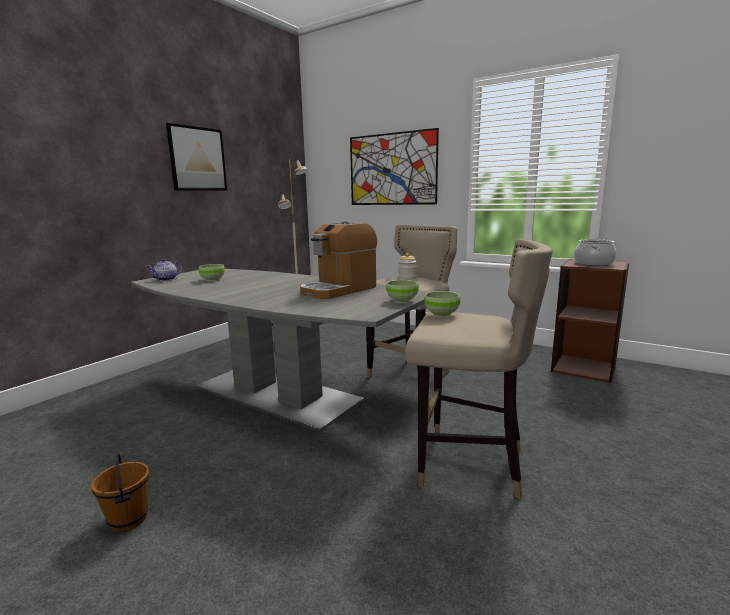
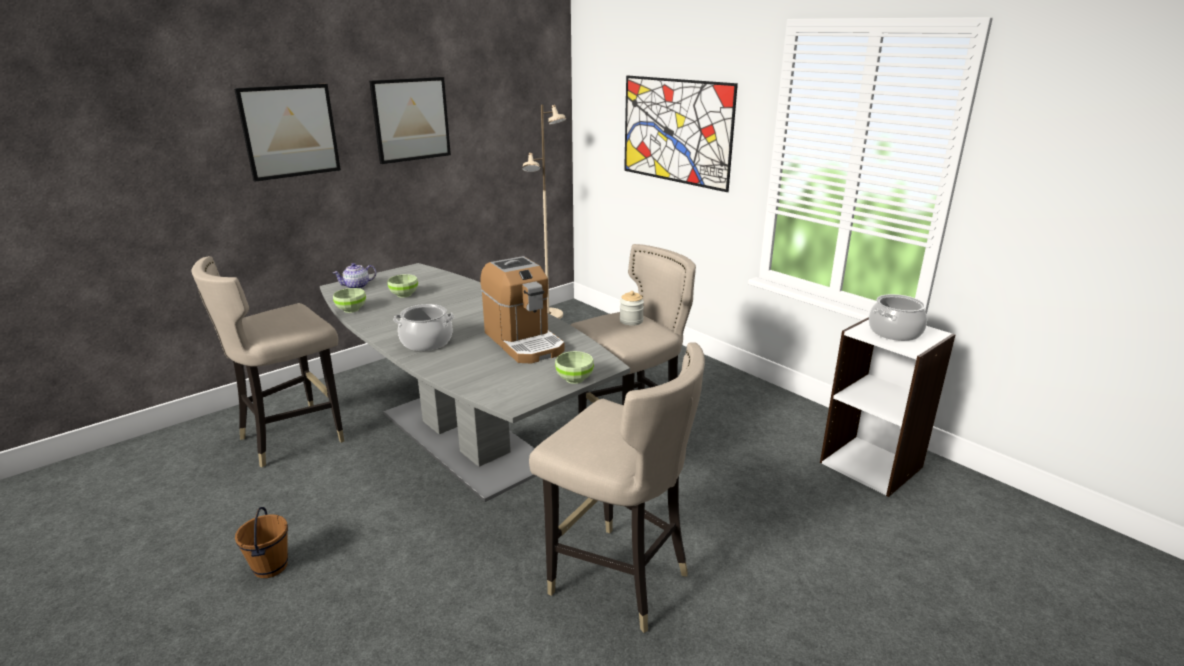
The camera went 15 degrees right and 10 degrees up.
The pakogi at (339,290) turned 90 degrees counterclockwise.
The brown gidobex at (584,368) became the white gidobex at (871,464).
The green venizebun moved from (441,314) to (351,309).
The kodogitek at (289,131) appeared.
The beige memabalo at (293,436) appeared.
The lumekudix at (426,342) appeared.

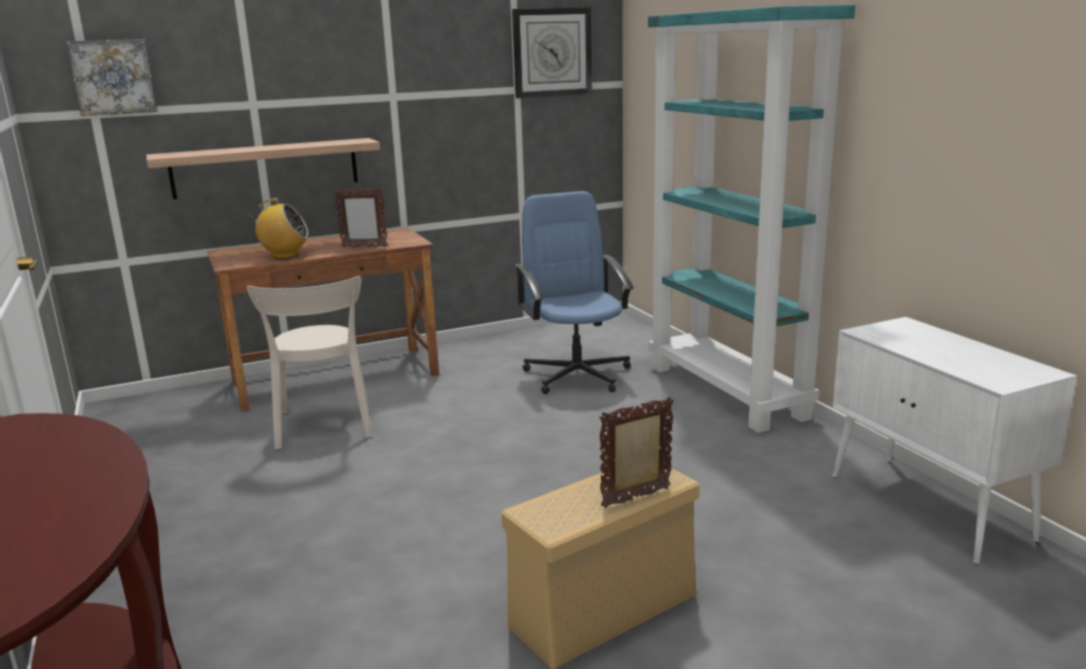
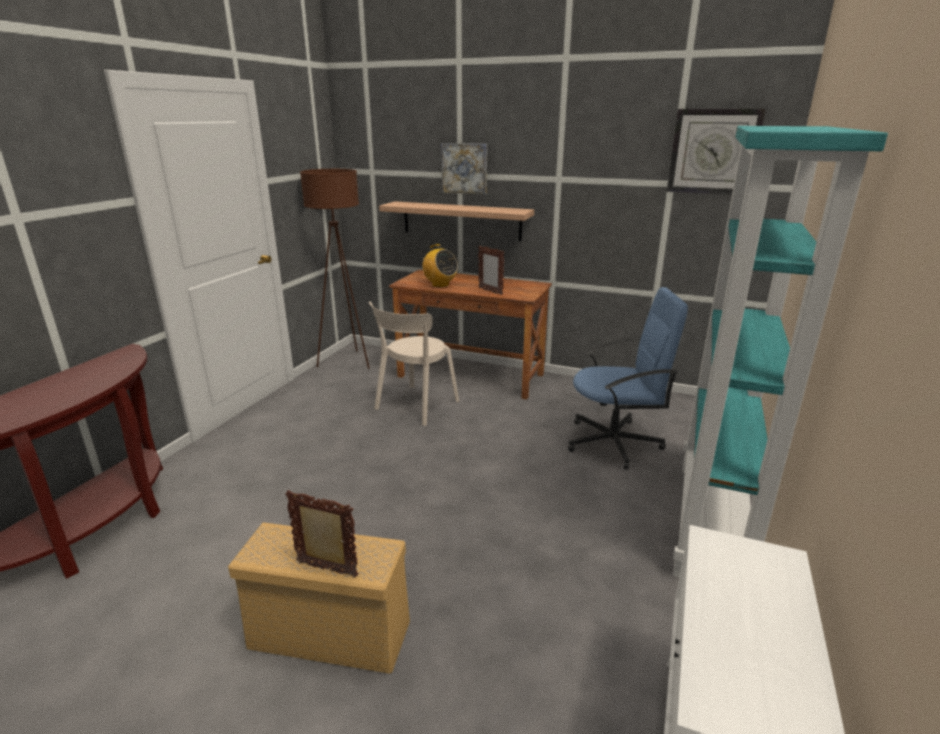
The camera went 45 degrees right and 5 degrees up.
The kodogitek moved from (113,77) to (465,168).
The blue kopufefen at (577,374) turned 60 degrees clockwise.
The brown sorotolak at (346,362) appeared.

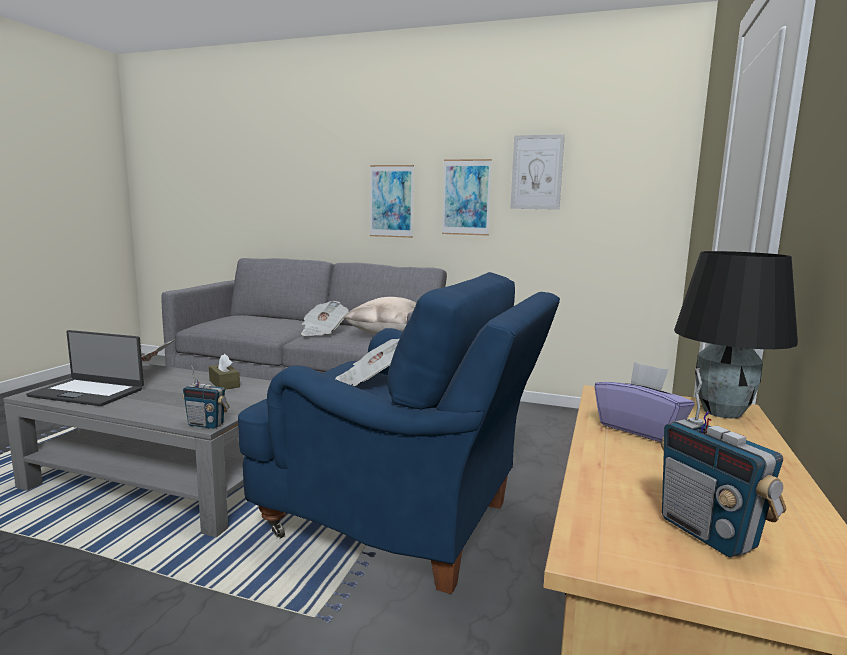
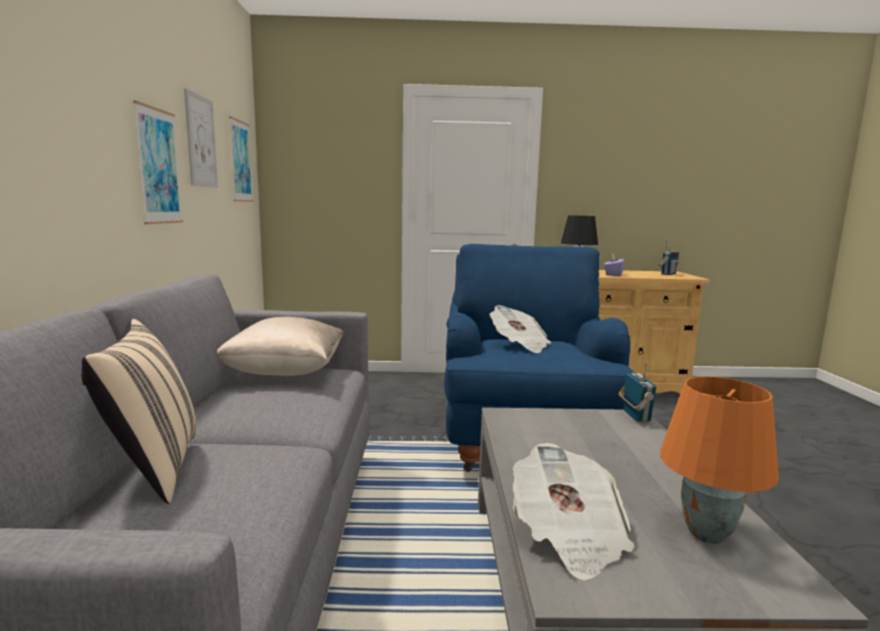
The camera went 110 degrees left and 0 degrees up.
The kodogitek moved from (391,201) to (240,161).
The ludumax at (323,332) disappeared.
The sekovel at (88,392) was replaced by the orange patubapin at (705,533).
The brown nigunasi at (224,384) disappeared.
The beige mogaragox at (152,469) appeared.

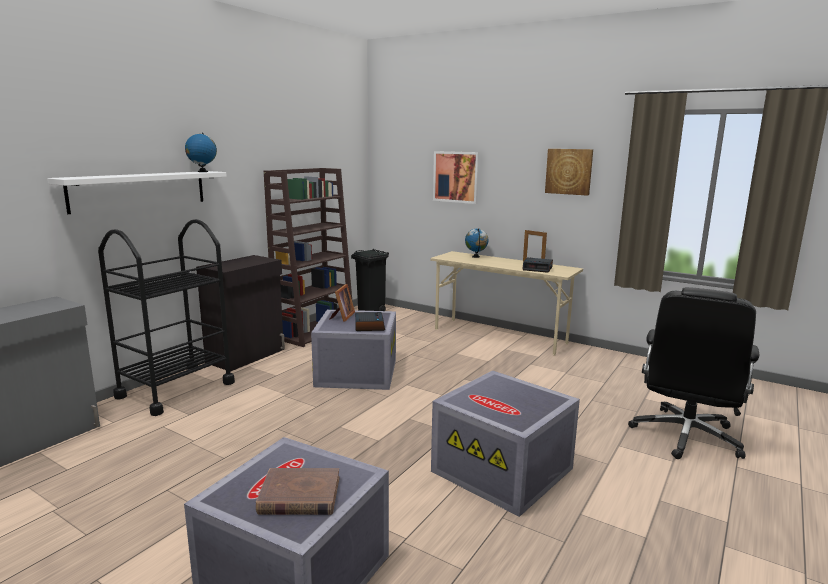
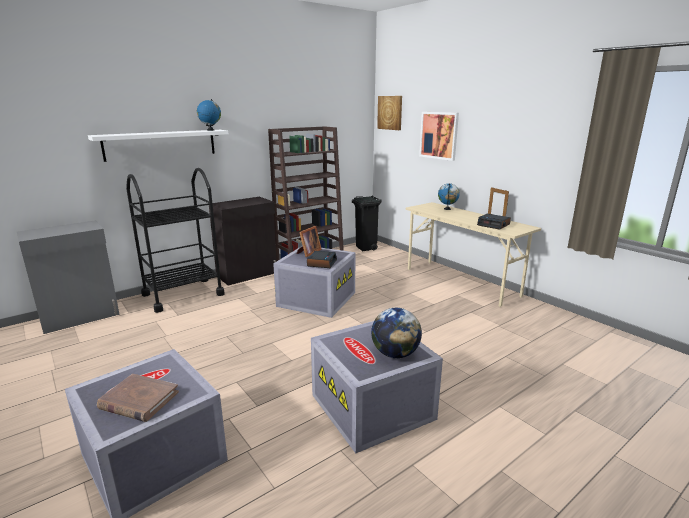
The camera went 20 degrees right and 5 degrees up.
The kodogitek moved from (569,171) to (390,112).
The black kopufefen at (686,436) disappeared.
The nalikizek at (395,354) appeared.

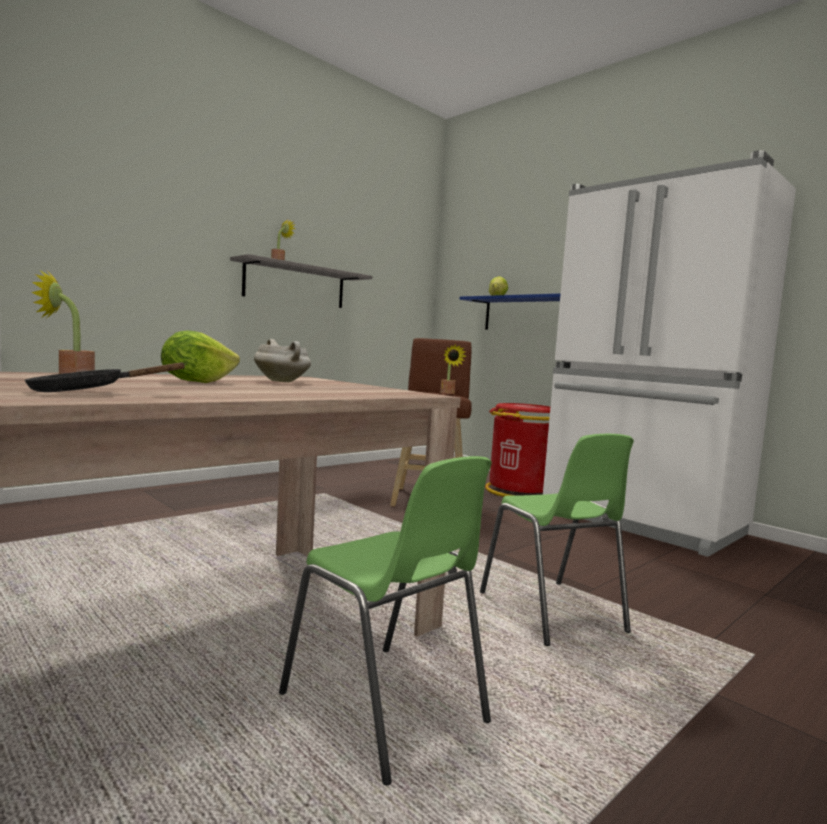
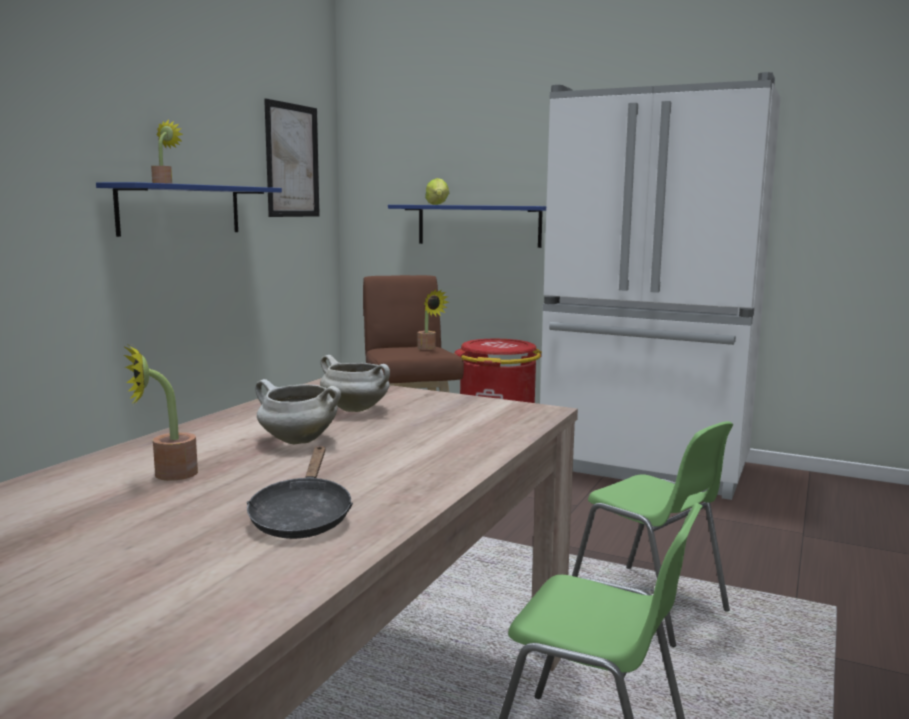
The camera went 20 degrees left and 5 degrees up.
The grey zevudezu at (295,285) became the blue zevudezu at (180,209).
The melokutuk at (197,382) was replaced by the white lumekudix at (296,441).
The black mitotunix at (87,392) turned 45 degrees counterclockwise.
The kodogitek at (292,160) appeared.

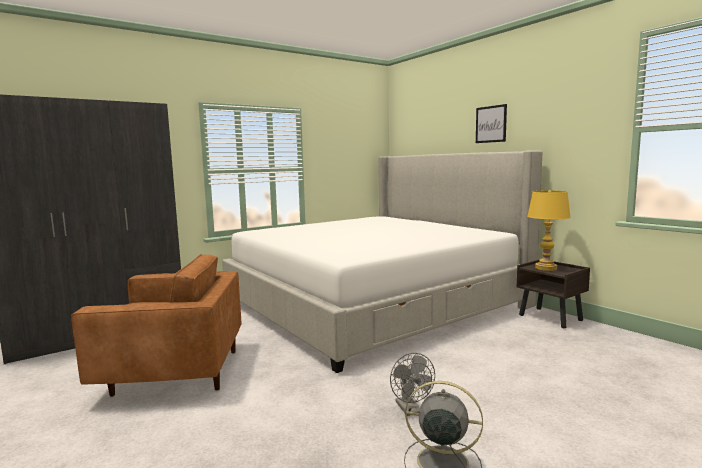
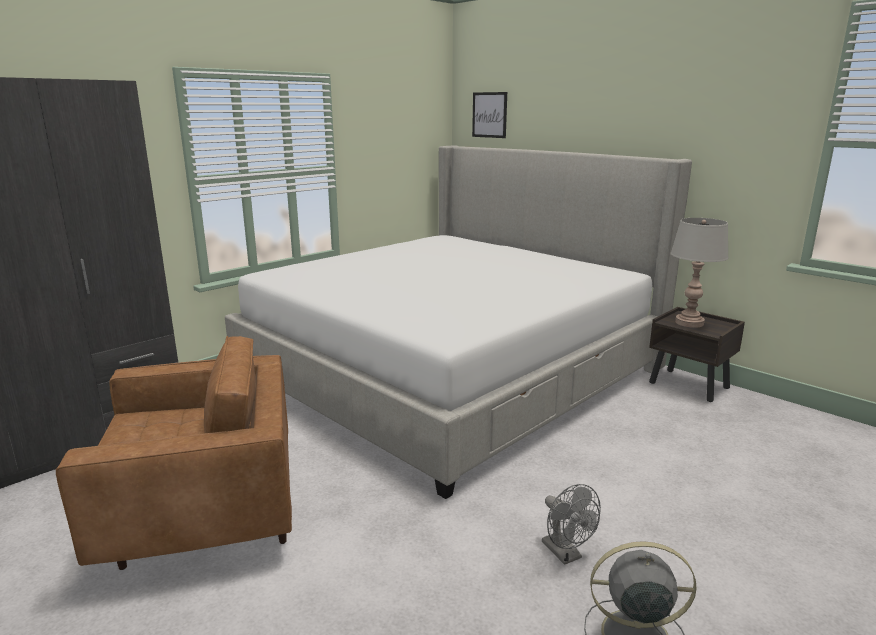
The camera went 10 degrees left and 10 degrees up.
The kodogitek moved from (491,124) to (489,115).
The yellow patubapin at (546,268) became the grey patubapin at (689,323).

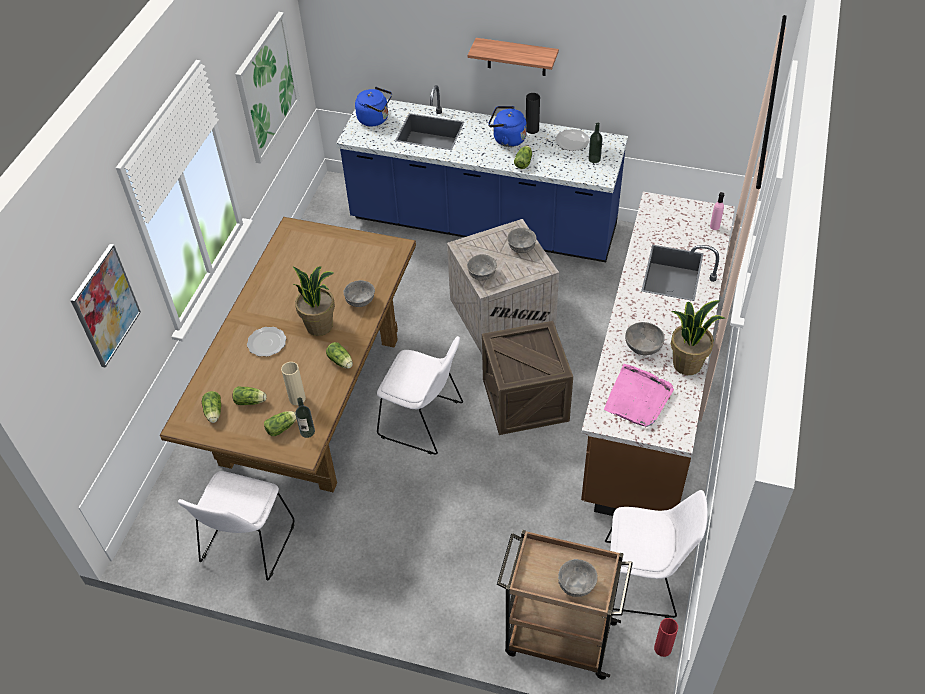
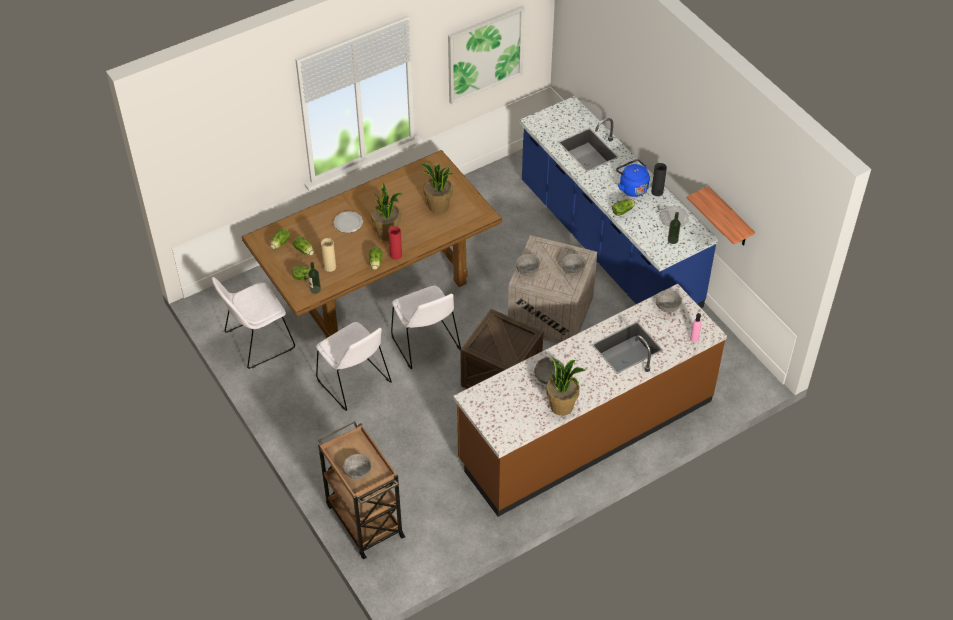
The camera went 40 degrees right and 0 degrees up.
The zevudezu moved from (516,57) to (729,218).
The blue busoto at (375,119) disappeared.
The kodogitek at (105,306) disappeared.
The grey venizebun moved from (360,301) to (667,307).
The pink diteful at (638,398) disappeared.
The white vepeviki moved from (644,579) to (355,383).
The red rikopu moved from (662,648) to (396,255).
The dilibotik at (438,207) appeared.

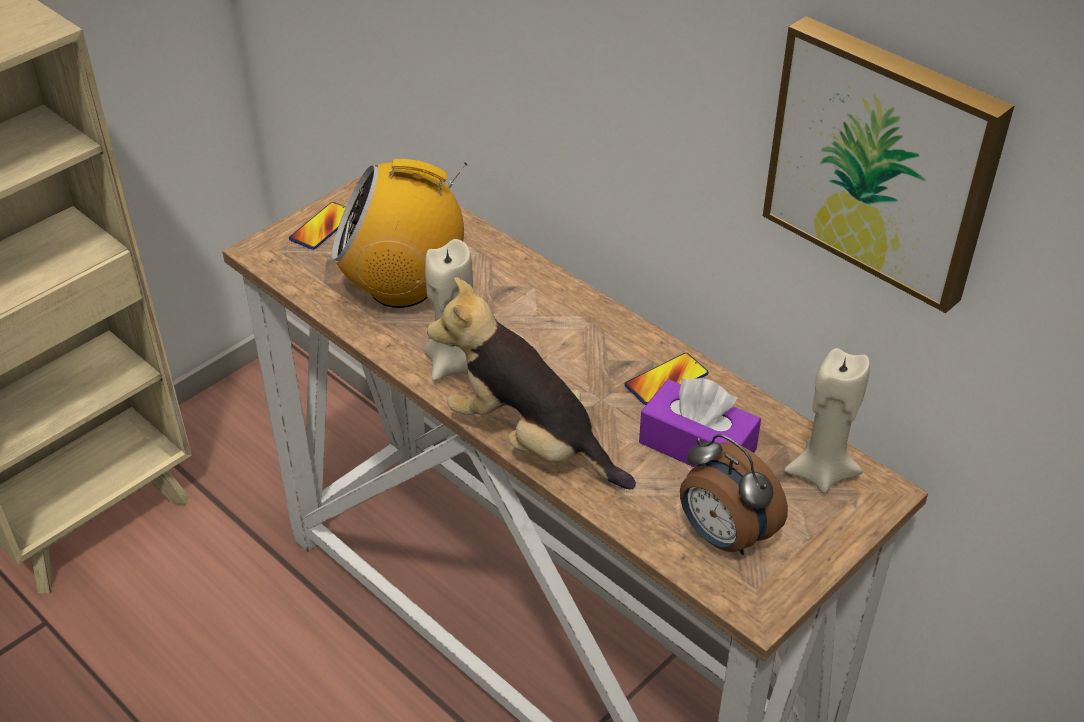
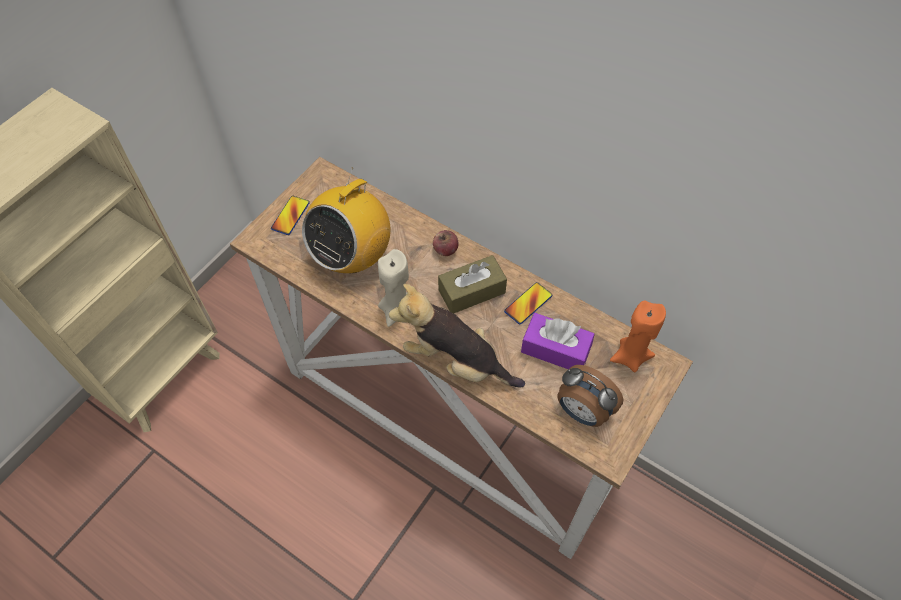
The camera went 10 degrees left and 15 degrees up.
The kodogitek at (884,160) disappeared.
The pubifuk at (402,287) turned 45 degrees counterclockwise.
The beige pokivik at (821,472) became the orange pokivik at (630,357).
The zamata at (445,250) appeared.
The brown nigunasi at (471,291) appeared.

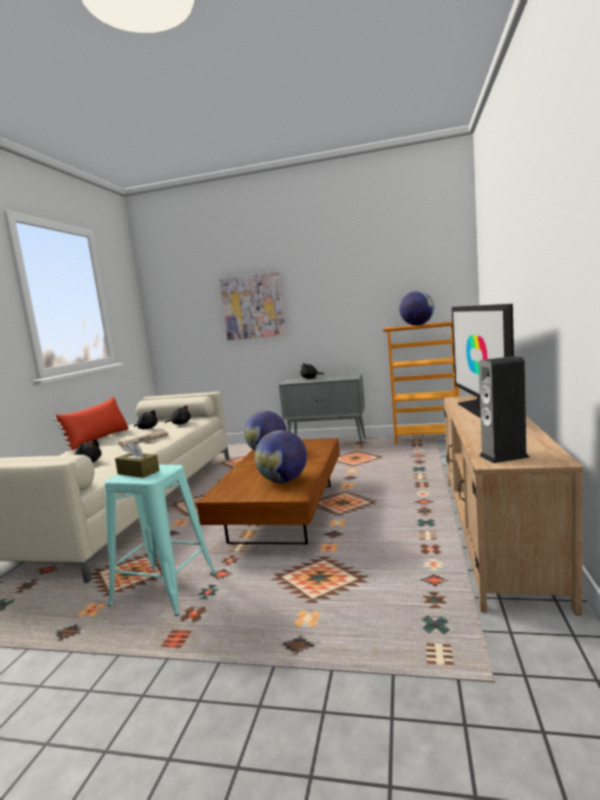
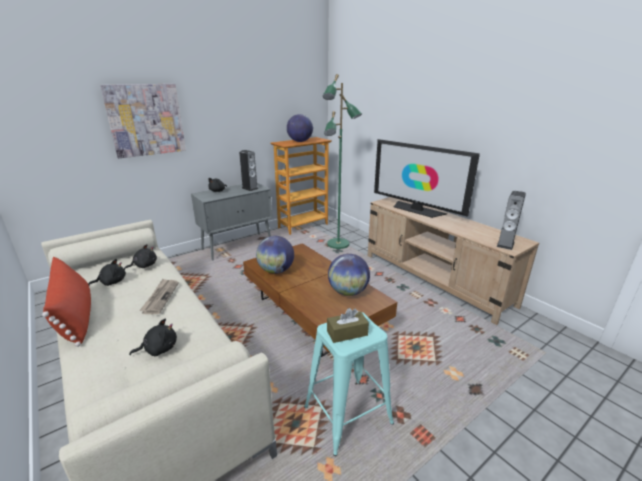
The camera went 50 degrees left and 15 degrees up.
The green sorotolak at (338,245) appeared.
The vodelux at (249,188) appeared.

